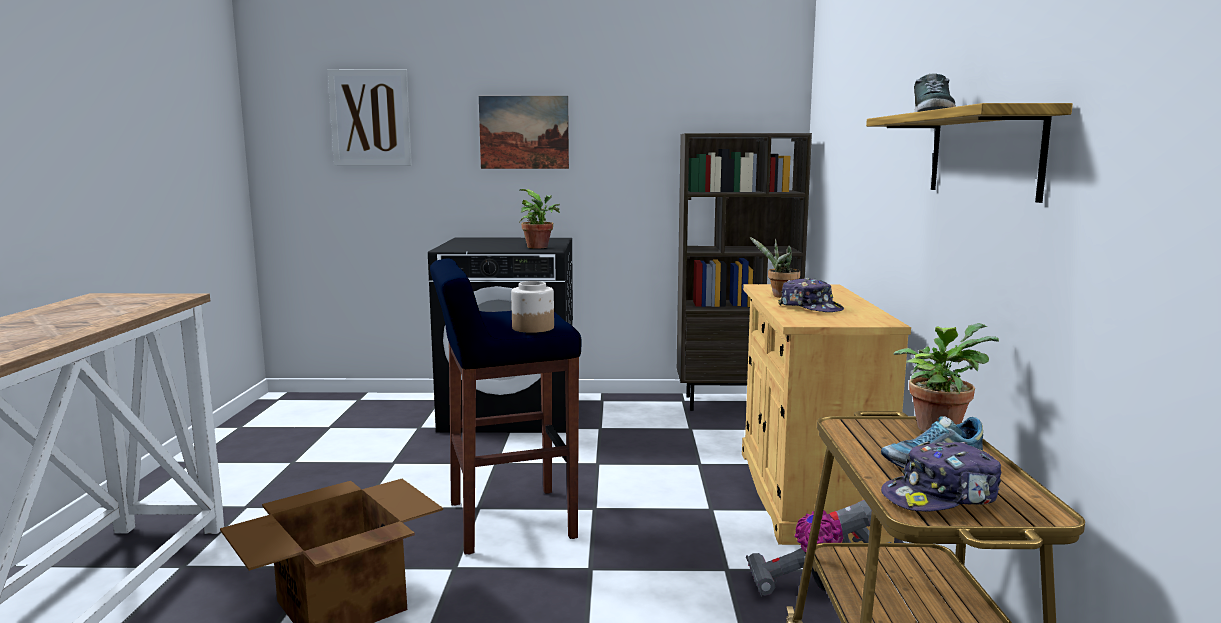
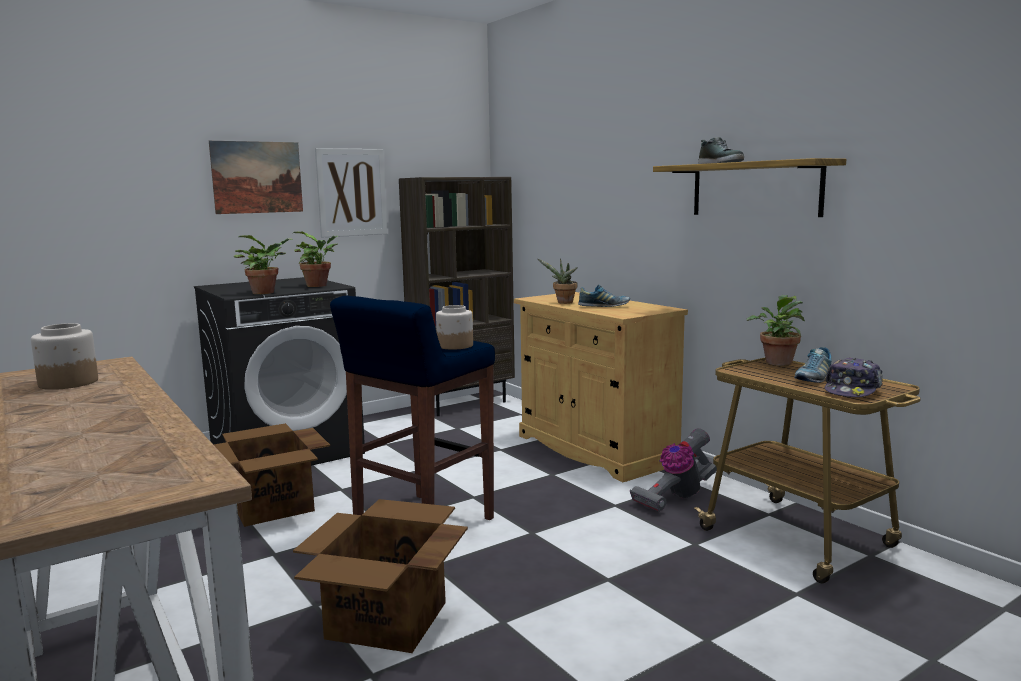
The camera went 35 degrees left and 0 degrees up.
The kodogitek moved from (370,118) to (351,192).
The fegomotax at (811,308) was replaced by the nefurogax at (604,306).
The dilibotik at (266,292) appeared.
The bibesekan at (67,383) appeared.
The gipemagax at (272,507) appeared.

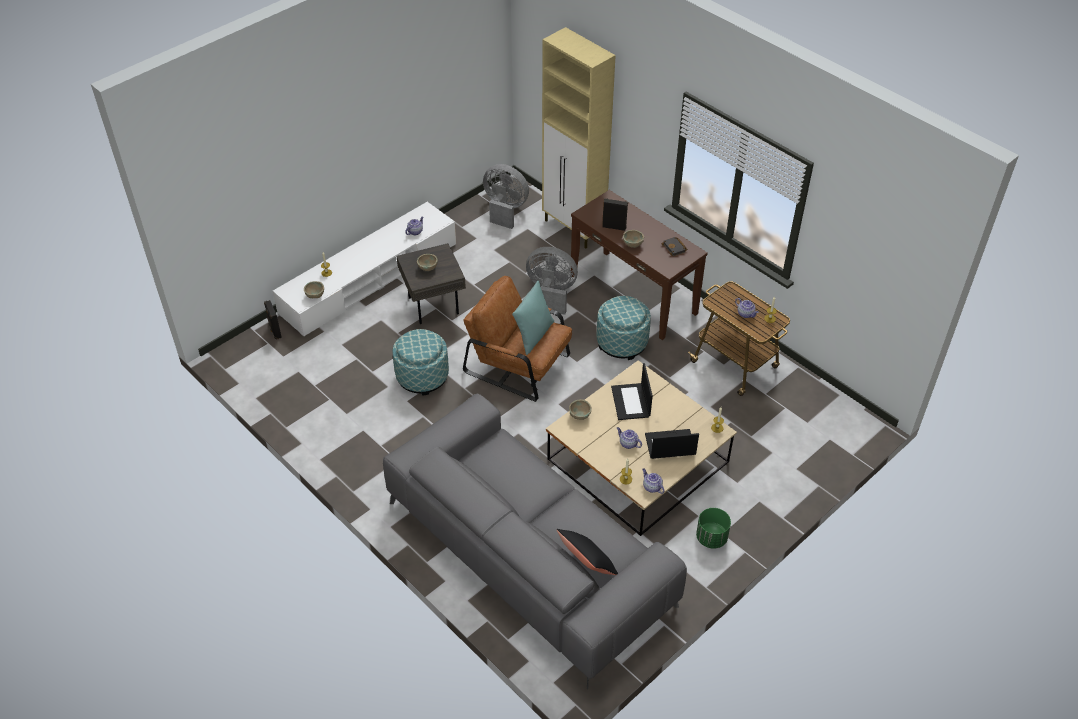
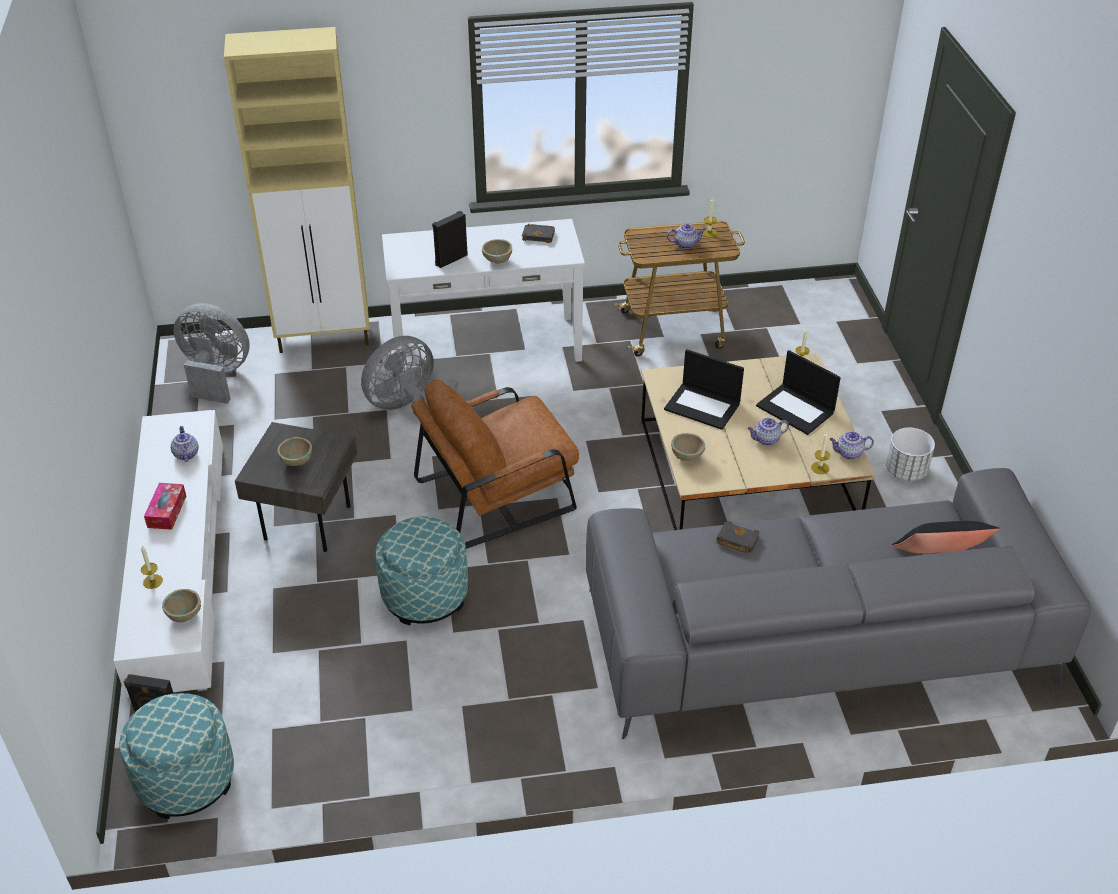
The camera went 55 degrees left and 5 degrees down.
The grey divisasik at (505,209) turned 45 degrees clockwise.
The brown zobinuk at (633,294) became the white zobinuk at (486,346).
The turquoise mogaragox at (533,335) disappeared.
The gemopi moved from (622,342) to (186,779).
The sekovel at (669,445) turned 75 degrees counterclockwise.
The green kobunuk at (711,538) became the white kobunuk at (906,471).
The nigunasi at (167,511) appeared.
The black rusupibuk at (736,540) appeared.

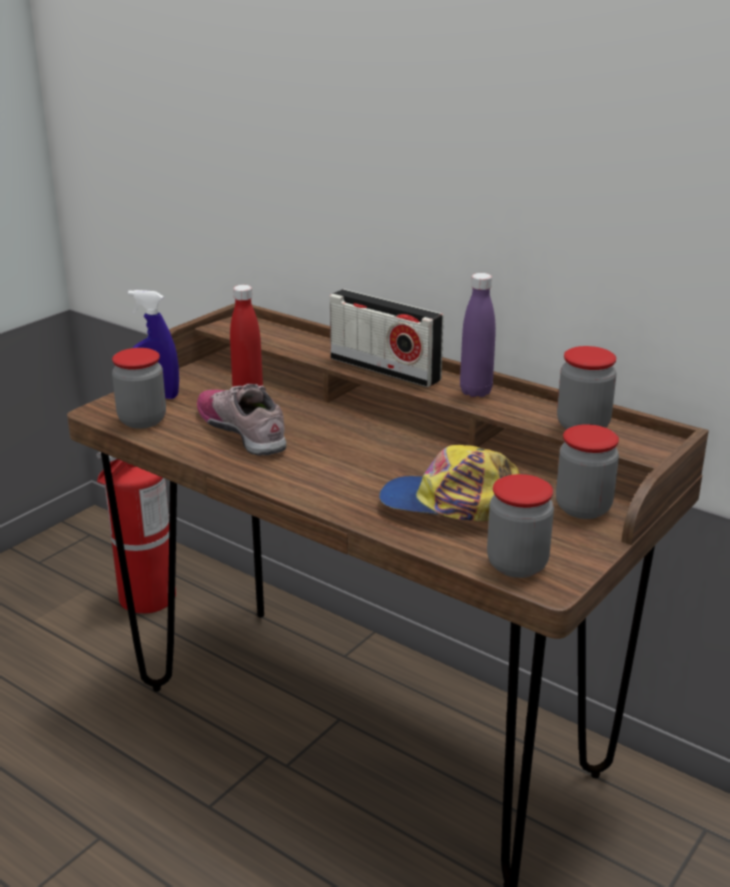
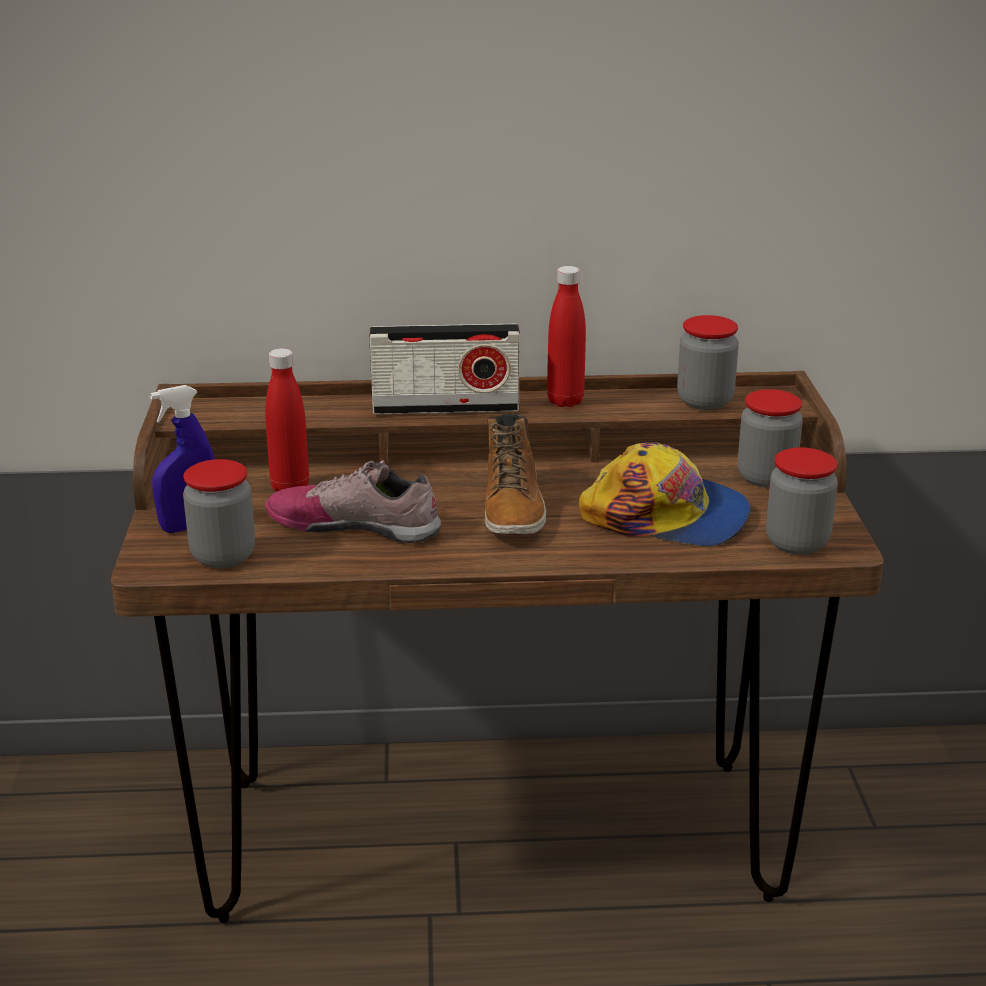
The camera went 40 degrees left and 0 degrees up.
The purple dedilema at (475,392) became the red dedilema at (565,401).
The fegomotax at (452,505) turned 135 degrees counterclockwise.
The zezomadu at (147,598) disappeared.
The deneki at (513,509) appeared.

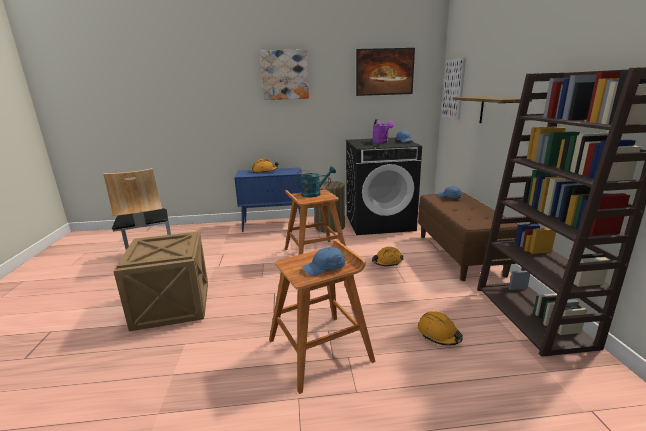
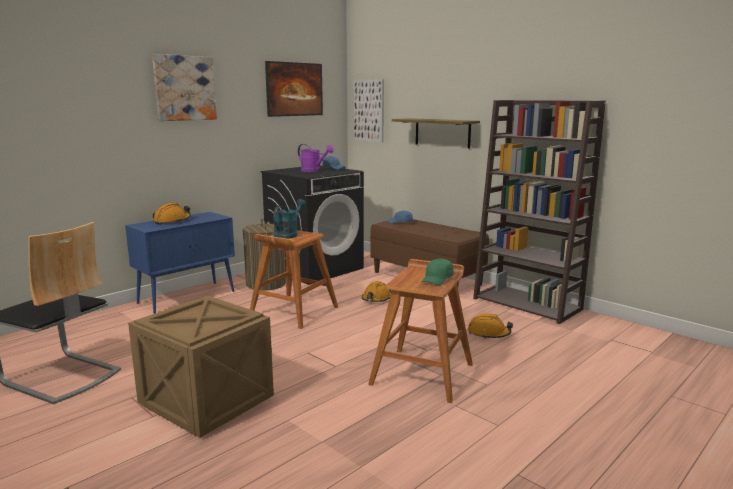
The camera went 40 degrees left and 5 degrees down.
The blue fegomotax at (325,268) became the green fegomotax at (437,279).

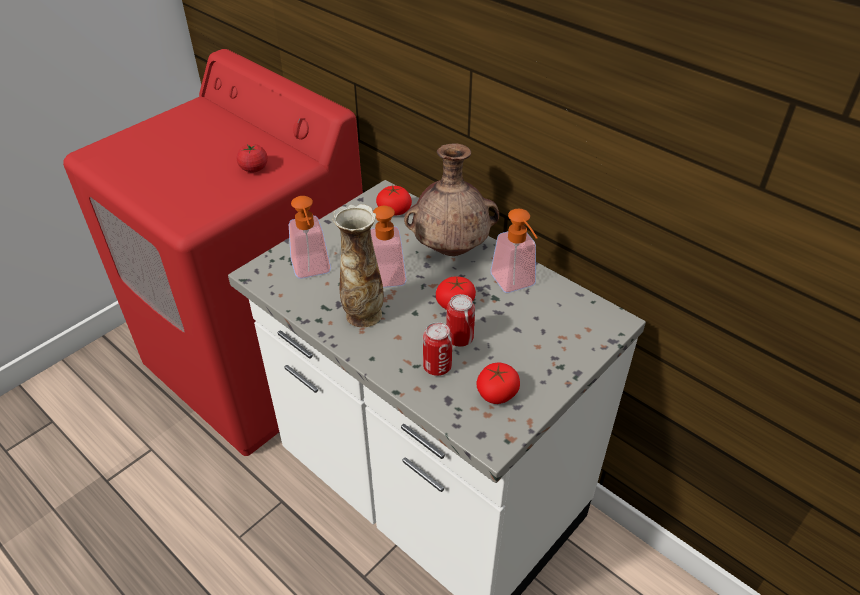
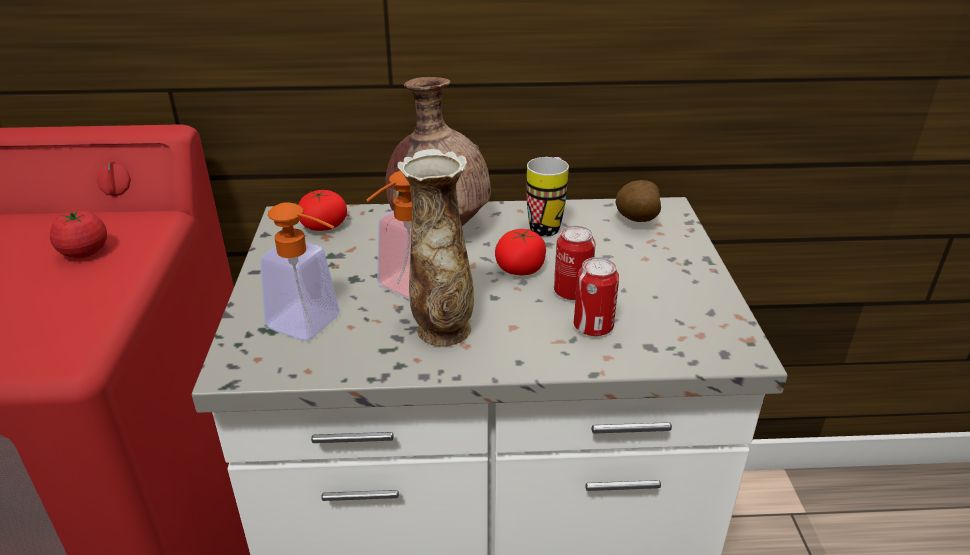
The camera went 45 degrees left and 10 degrees down.
The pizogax at (516,285) was replaced by the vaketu at (547,224).
The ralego at (496,393) disappeared.
The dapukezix at (635,222) appeared.

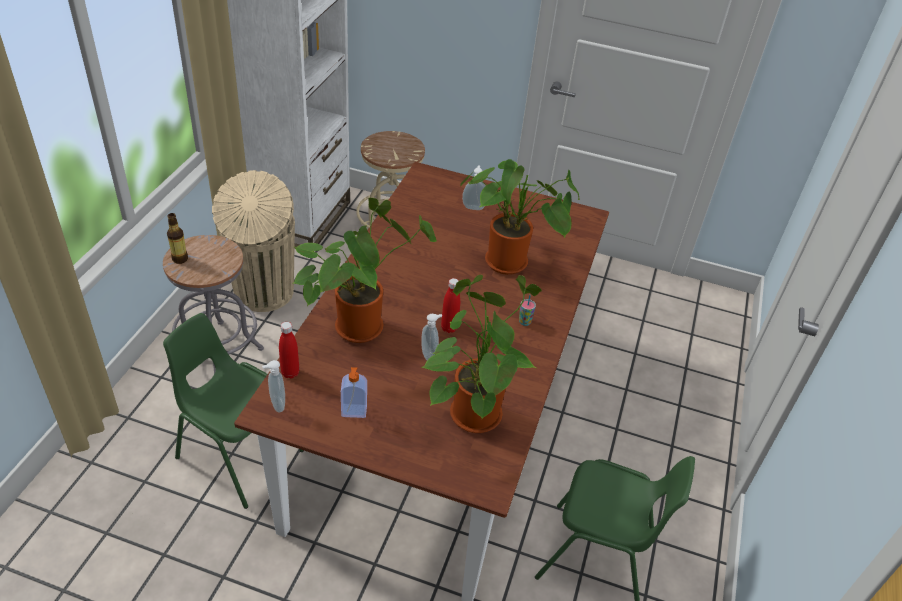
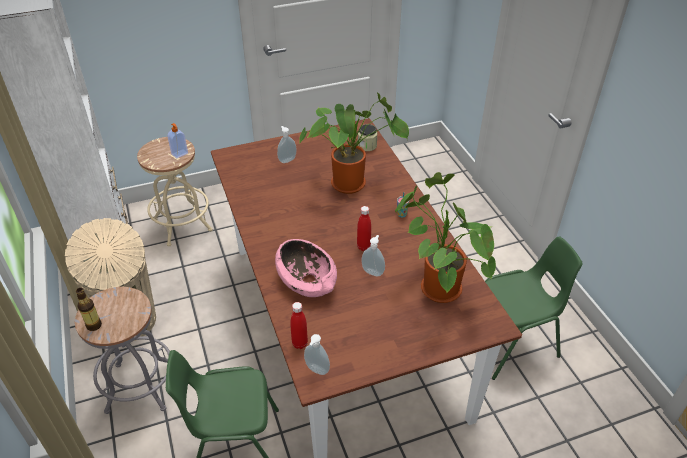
The camera went 35 degrees left and 0 degrees up.
The dilibotik at (361,324) was replaced by the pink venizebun at (307,280).
The pizogax moved from (354,411) to (180,154).
The bibesekan at (367,146) appeared.

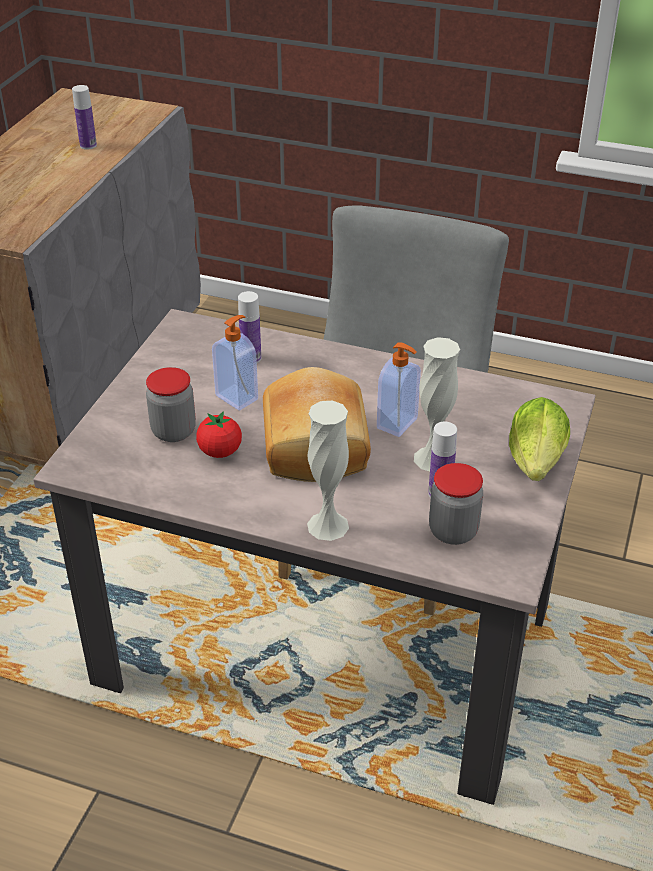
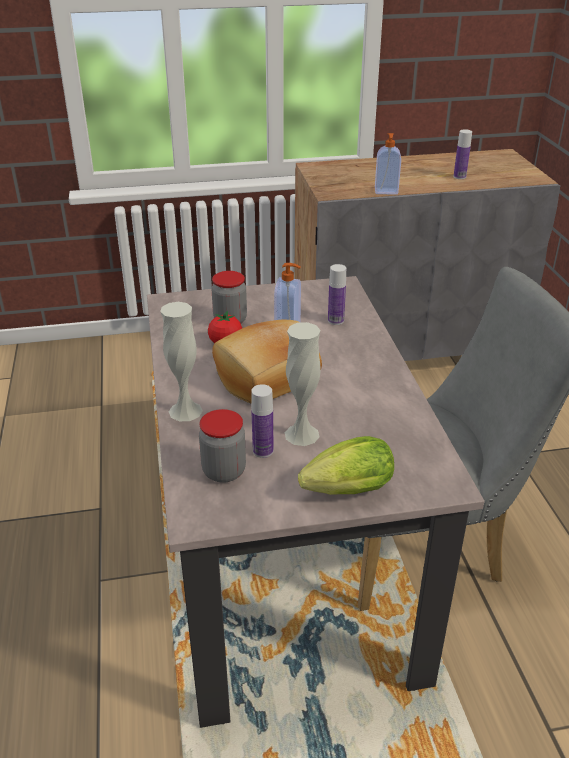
The camera went 60 degrees right and 5 degrees down.
The pizogax moved from (398,424) to (386,191).

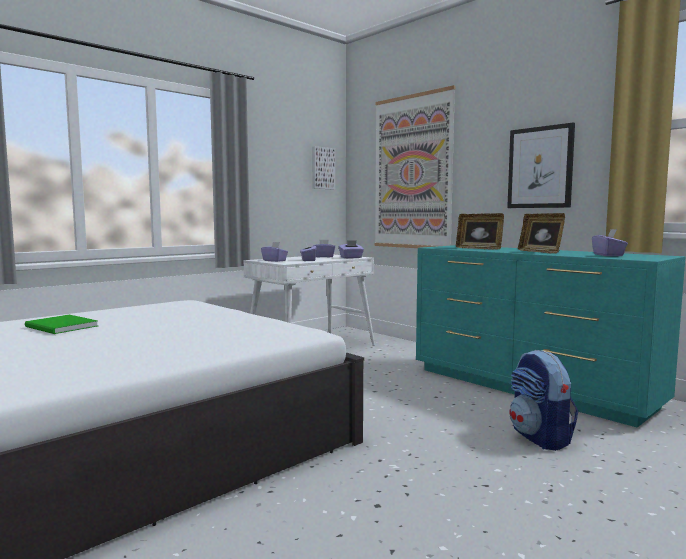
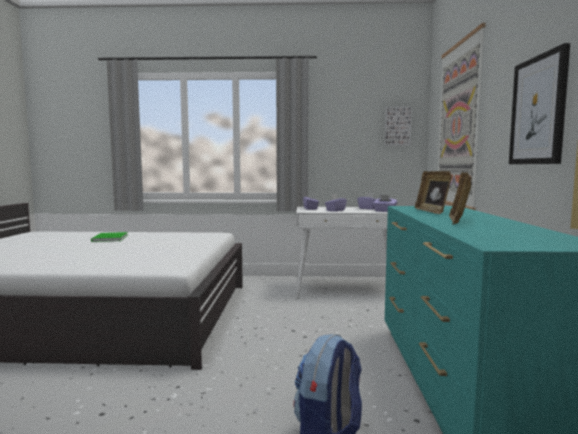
The camera went 45 degrees right and 0 degrees up.
The purple nigunasi at (608,255) disappeared.

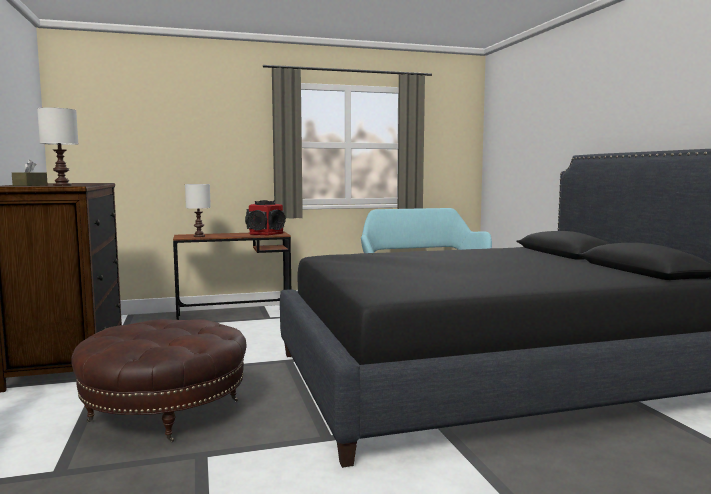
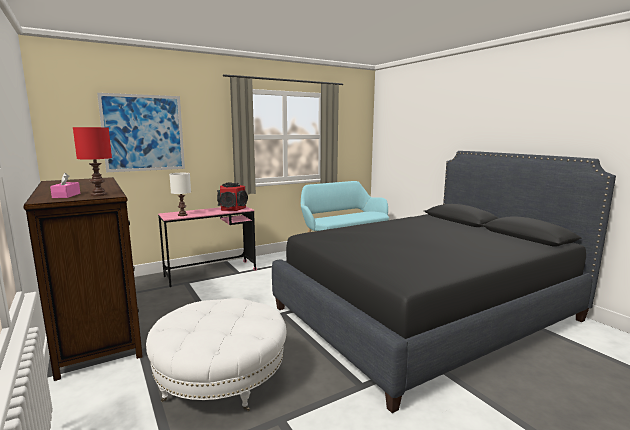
The camera went 15 degrees left and 5 degrees up.
The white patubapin at (62,185) became the red patubapin at (99,194).
The brown nigunasi at (30,185) became the pink nigunasi at (66,195).
The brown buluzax at (234,316) became the pink buluzax at (211,273).
The brown gemopi at (165,411) became the white gemopi at (221,379).
The kodogitek at (143,133) appeared.

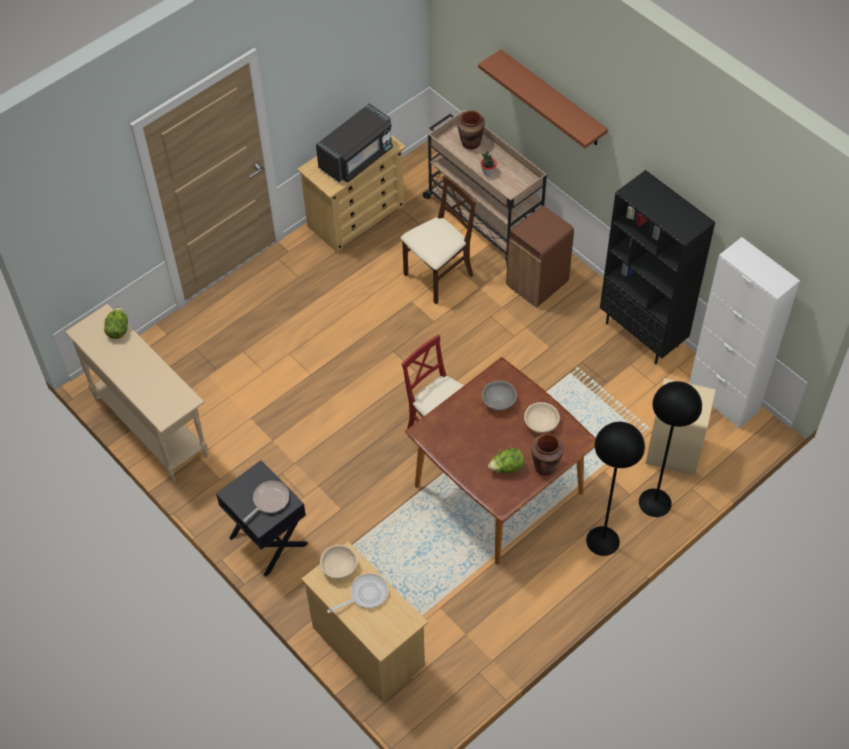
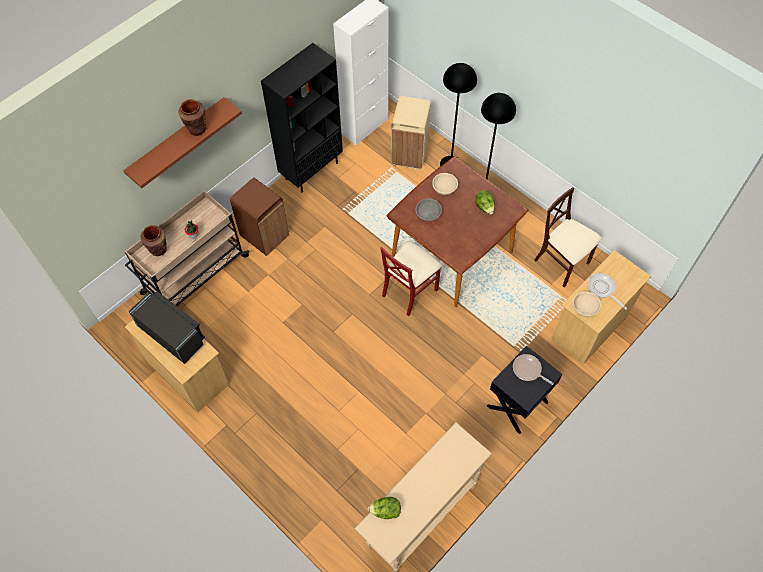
The camera went 95 degrees left and 5 degrees up.
The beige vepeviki moved from (438,276) to (561,263).
The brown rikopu moved from (545,466) to (197,129).

